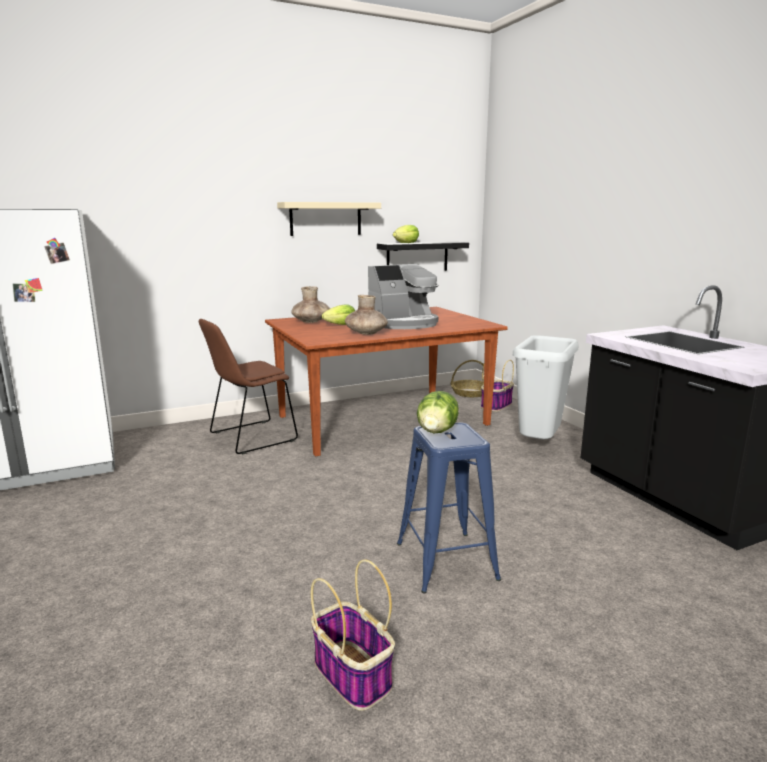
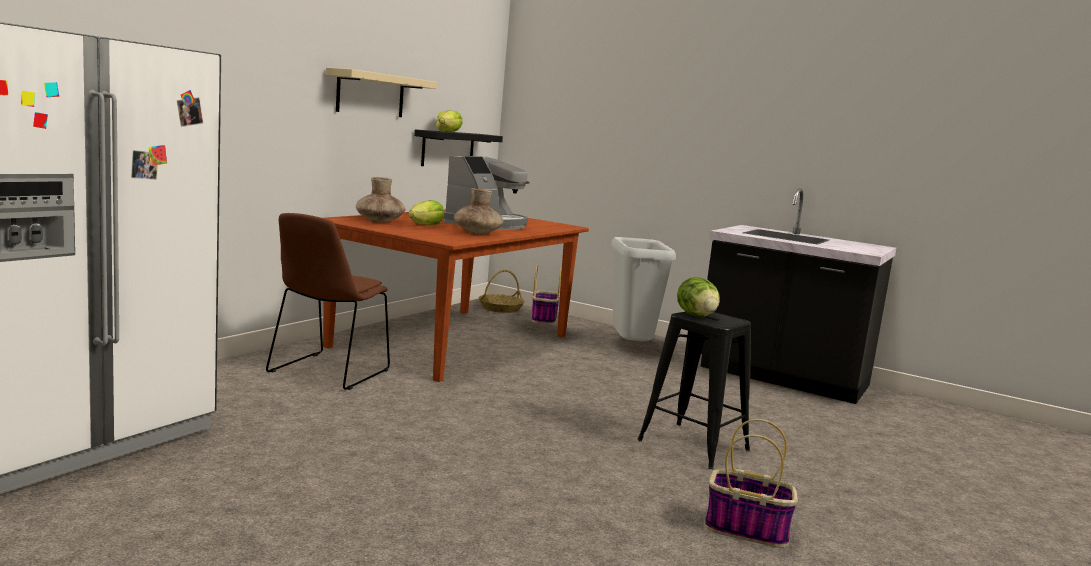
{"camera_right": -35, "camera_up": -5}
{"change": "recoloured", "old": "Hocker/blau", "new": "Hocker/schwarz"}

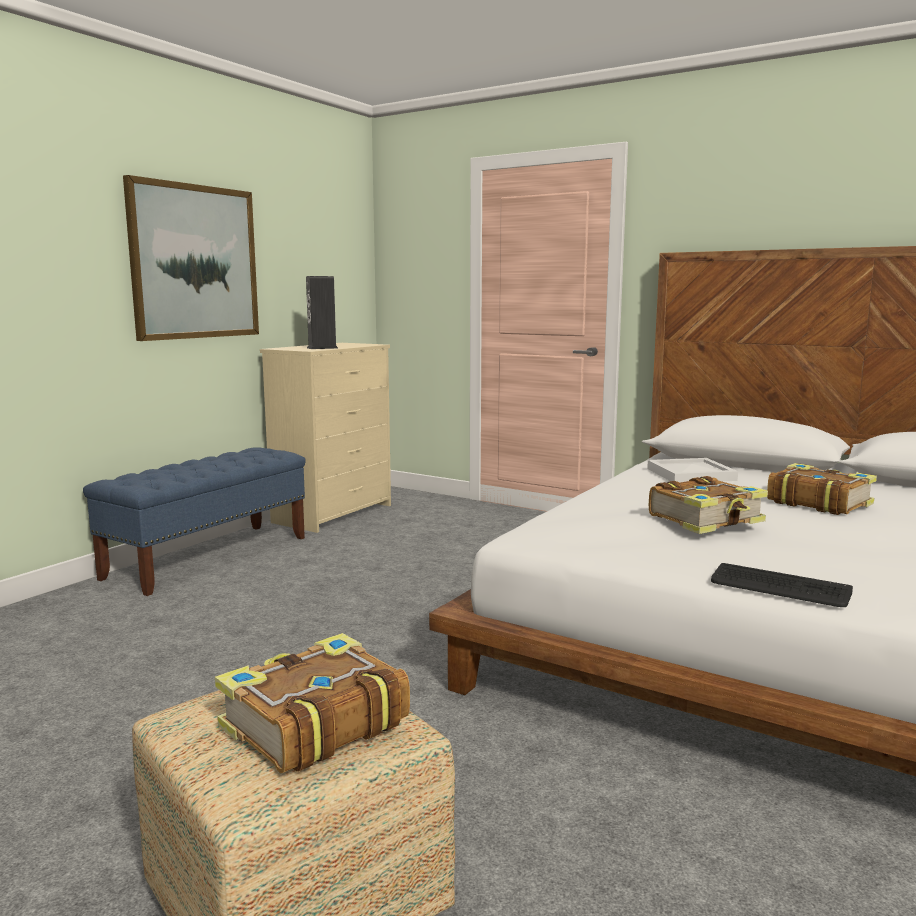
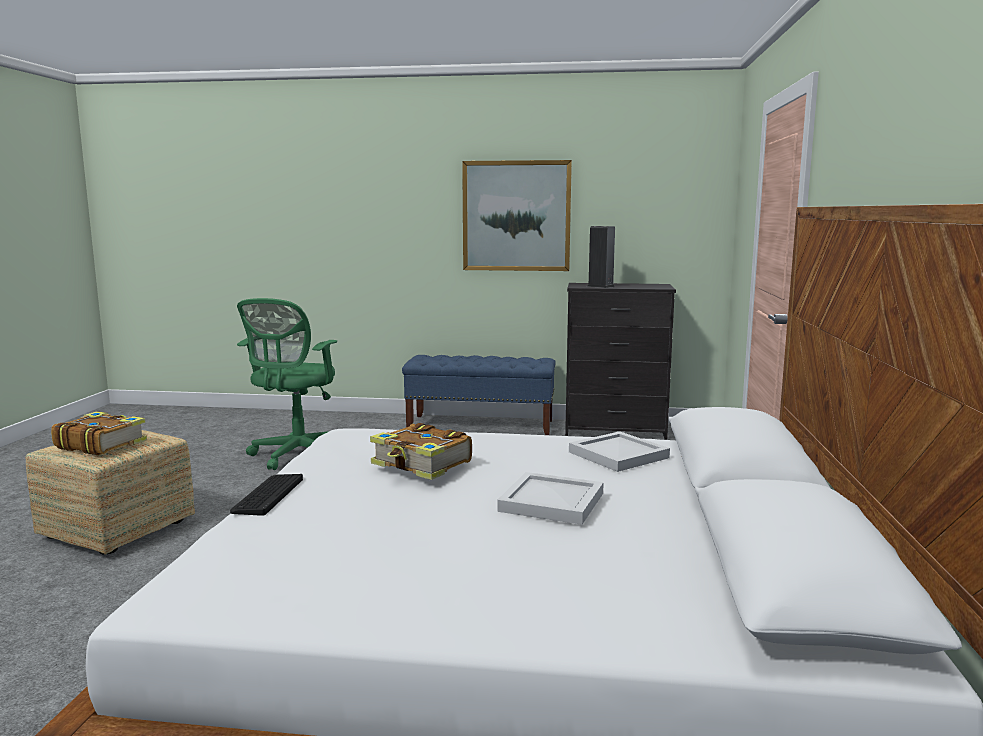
{"camera_right": 65, "camera_up": 0}
{"change": "recoloured", "old": "Kommode/beige", "new": "Kommode/schwarz"}
{"change": "replaced", "old": "Buch (3rd from left)", "new": "Tablett/weiß (1st from left)"}
{"change": "added", "new": "Bürostuhl/grün"}

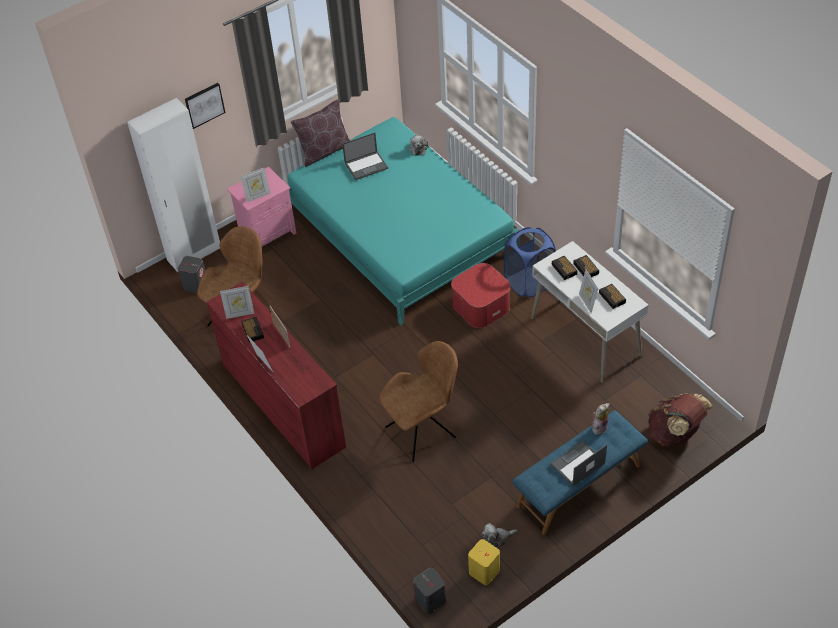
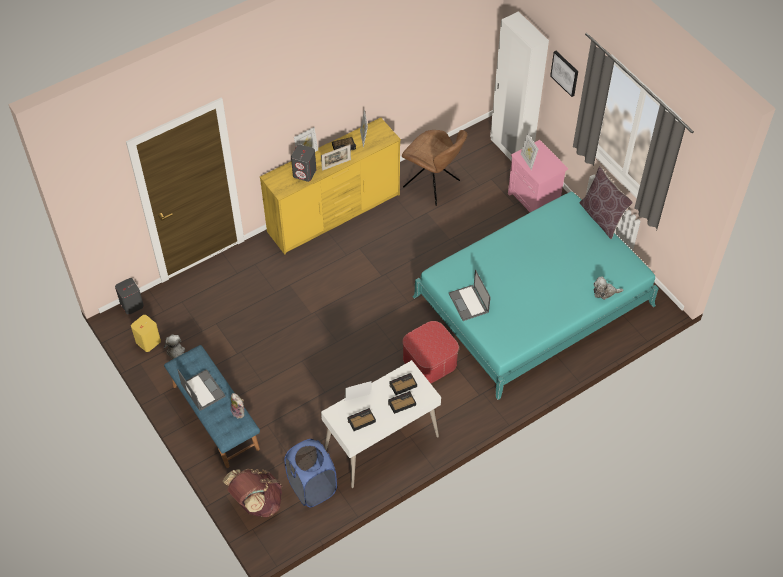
{"camera_right": 90, "camera_up": 5}
{"change": "moved", "old": "Lautsprecher/grau (1st from left in the first image)", "new": "Lautsprecher/grau (2nd from left)"}
{"change": "recoloured", "old": "Kommode/rot", "new": "Kommode/gelb"}
{"change": "moved", "old": "Laptop (1st from left in the first image)", "new": "Laptop (2nd from left)"}
{"change": "removed", "old": "Stuhl/braun (2nd from left)"}
{"change": "moved", "old": "Wäschekorb/blau"}

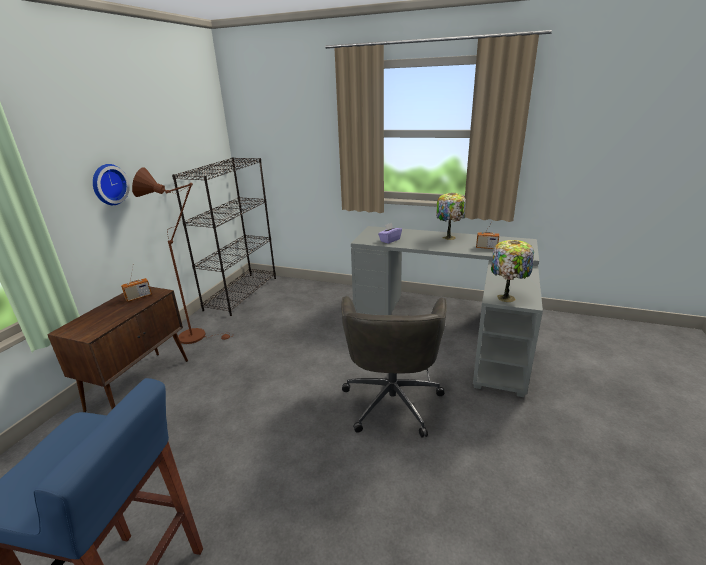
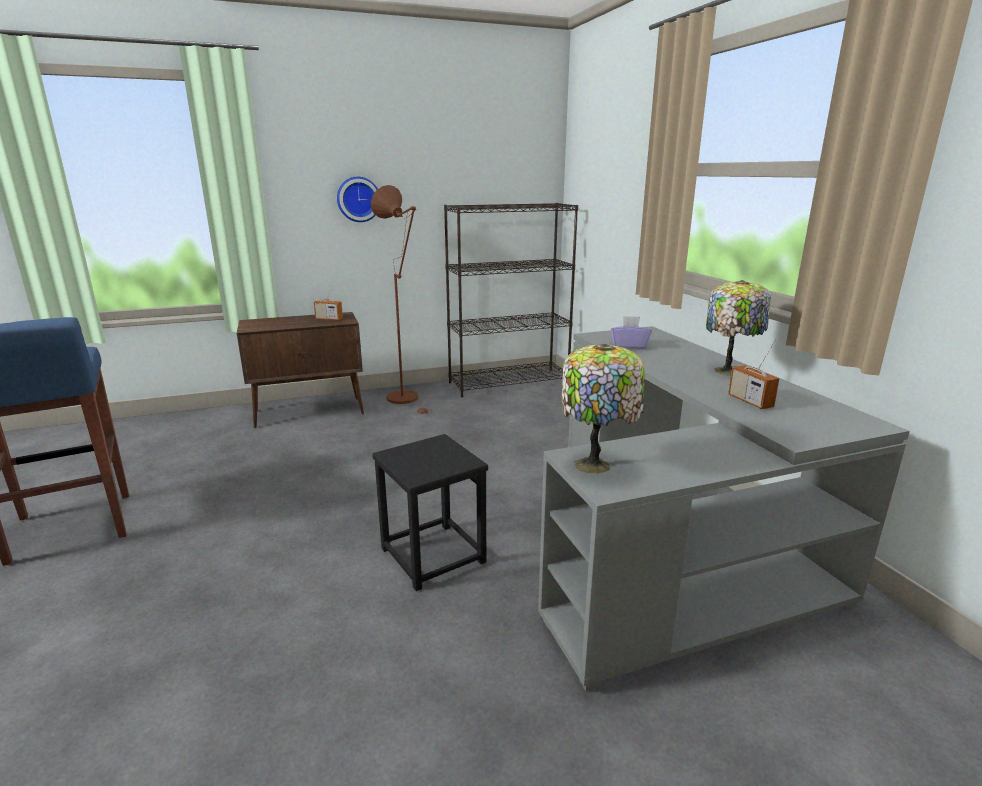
{"camera_right": 50, "camera_up": -5}
{"change": "replaced", "old": "Bürostuhl/grau", "new": "Hocker/schwarz"}

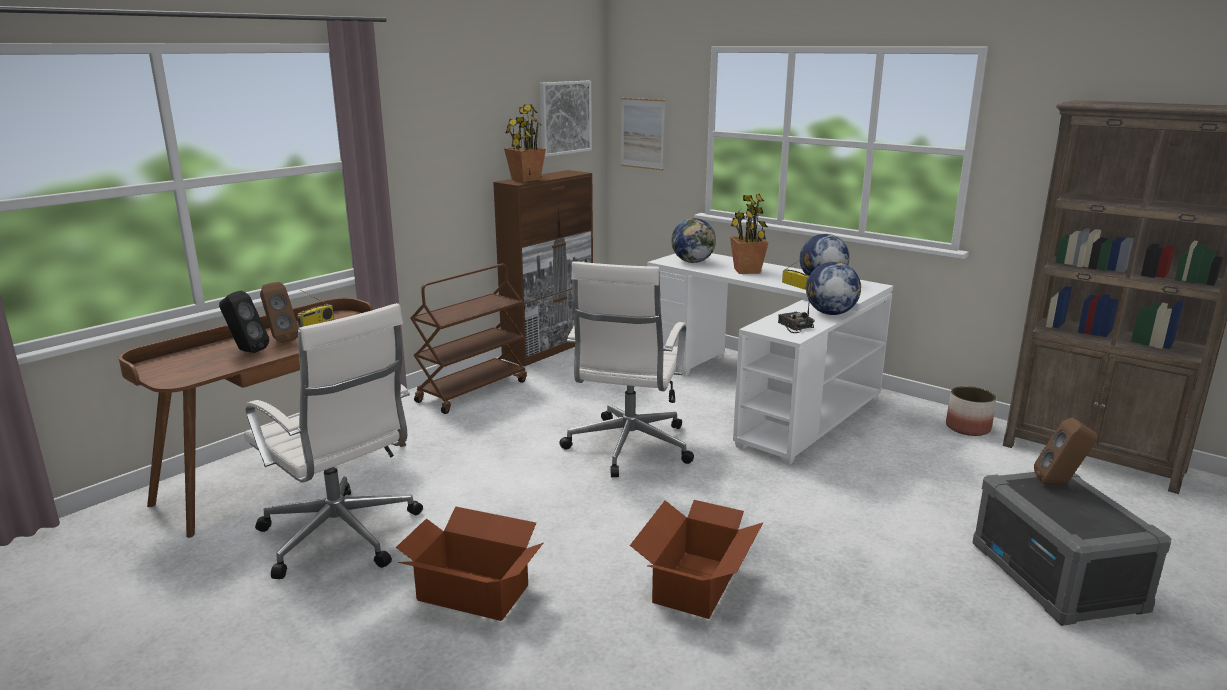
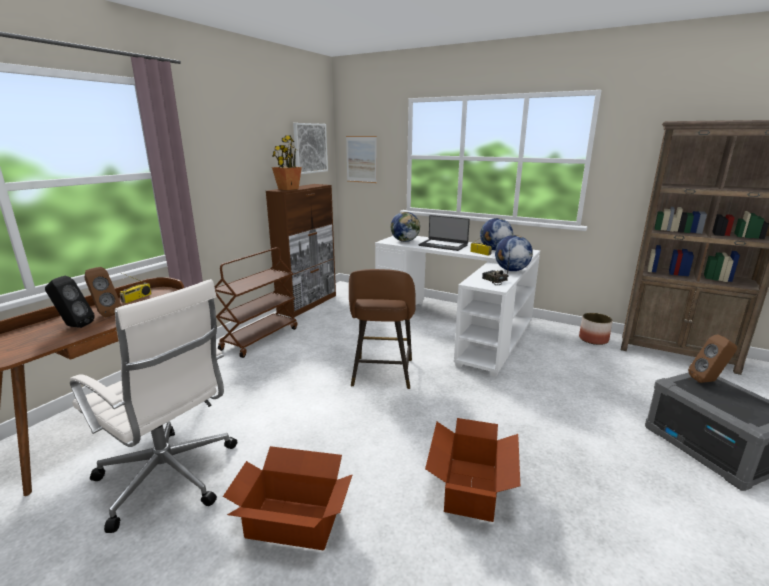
{"camera_right": -10, "camera_up": 0}
{"change": "replaced", "old": "Bürostuhl/weiß (2nd from left)", "new": "Hocker/braun"}
{"change": "replaced", "old": "Topfpflanze (2nd from left)", "new": "Laptop"}

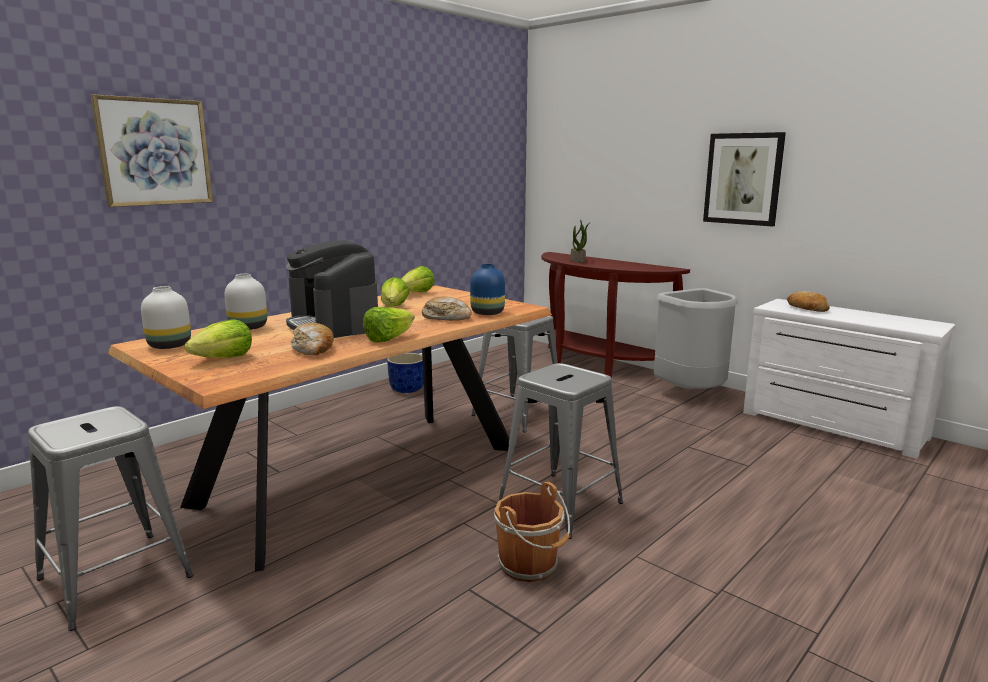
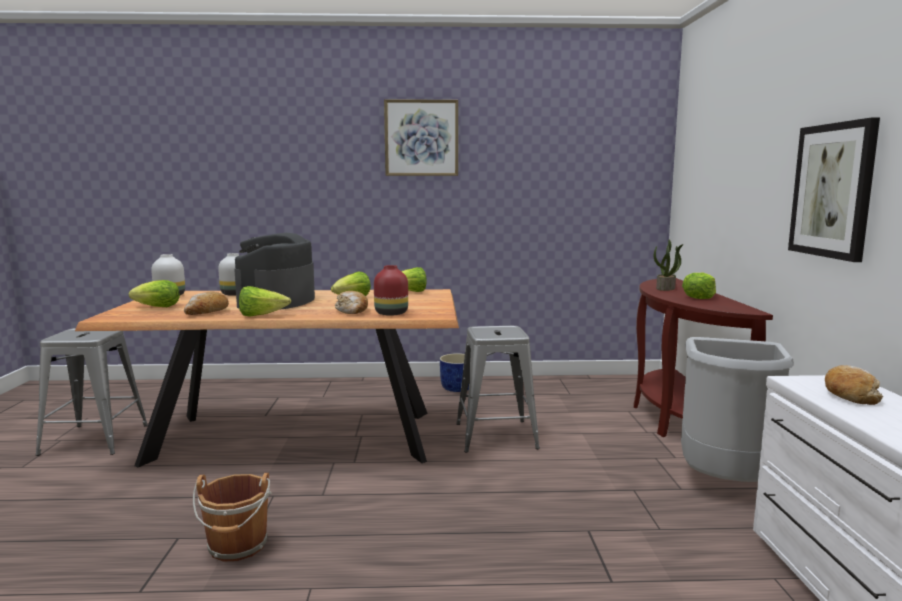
{"camera_right": 45, "camera_up": -5}
{"change": "moved", "old": "Bild (1st from left)"}
{"change": "recoloured", "old": "Vase/blau", "new": "Vase/rot"}
{"change": "removed", "old": "Hocker/grau (3rd from left)"}
{"change": "added", "new": "Salatkopf (5th from left)"}

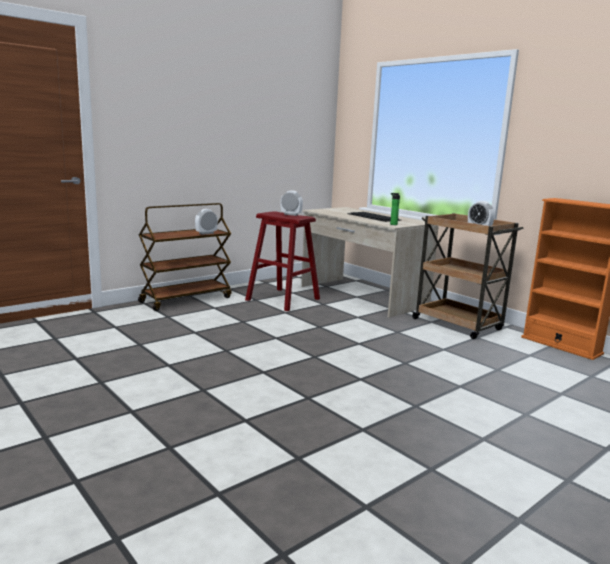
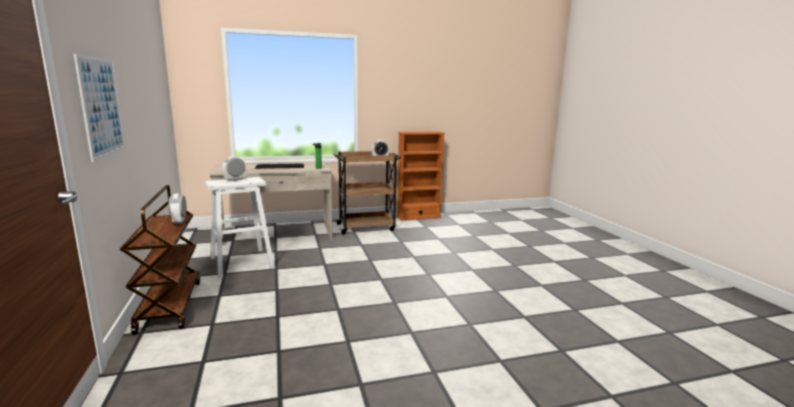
{"camera_right": -65, "camera_up": 0}
{"change": "recoloured", "old": "Hocker/rot", "new": "Hocker/weiß"}
{"change": "added", "new": "Bild"}

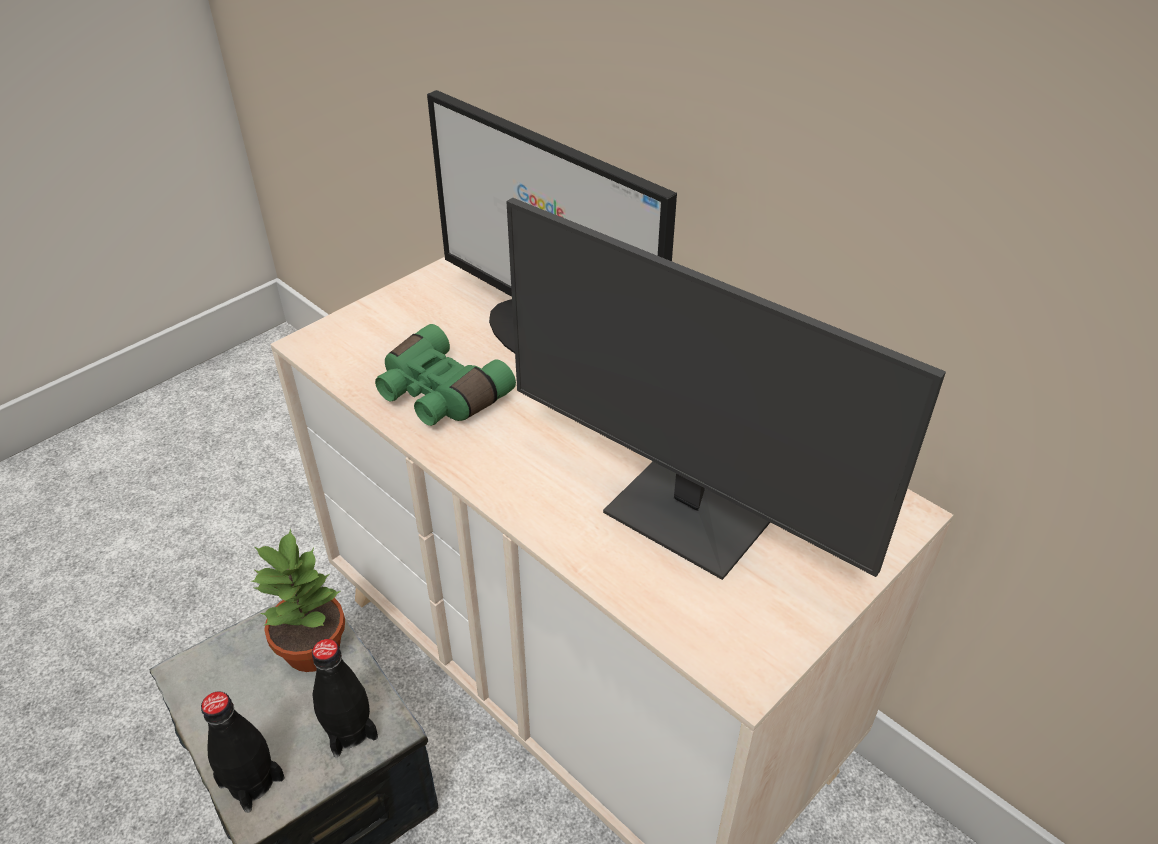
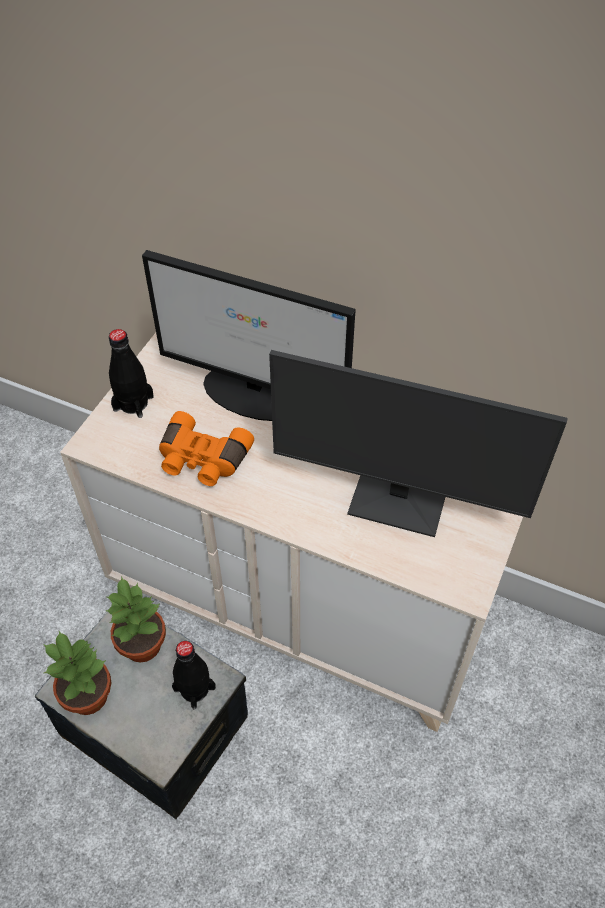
{"camera_right": -20, "camera_up": 10}
{"change": "moved", "old": "Flasche/schwarz (1st from left)"}
{"change": "recoloured", "old": "Fernglas/grün", "new": "Fernglas/orange"}
{"change": "added", "new": "Topfpflanze (1st from left)"}

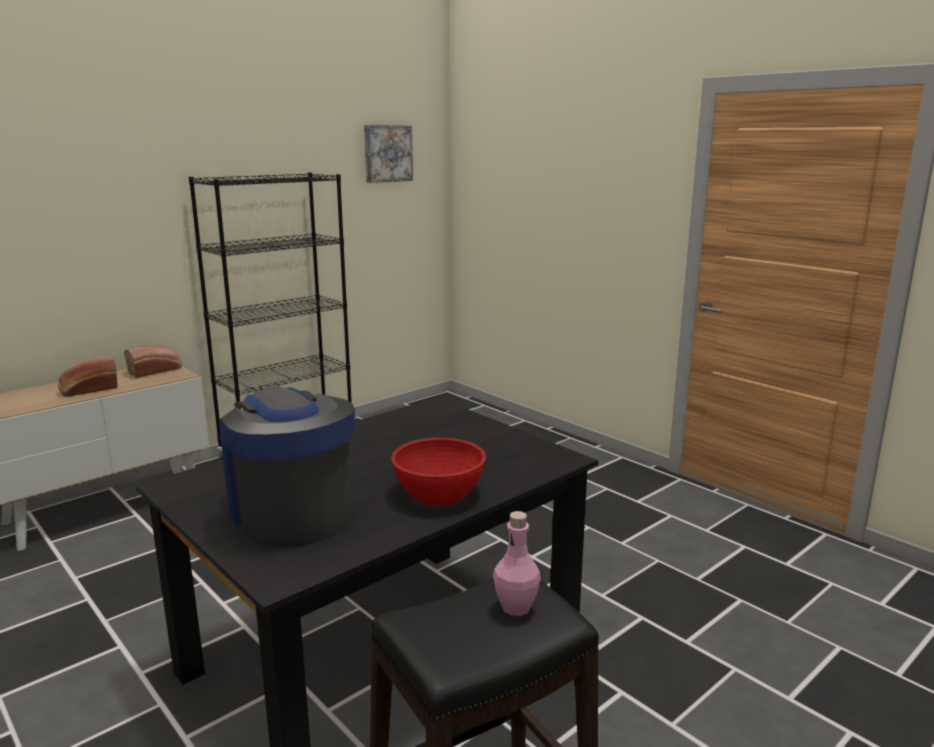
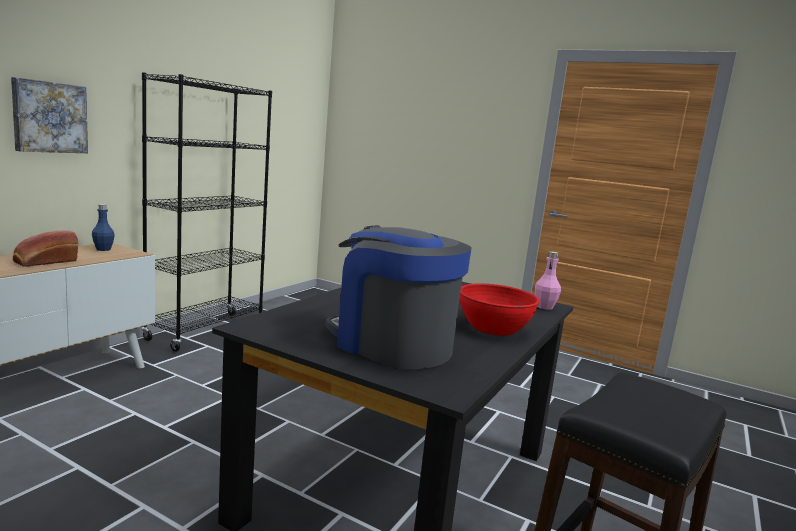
{"camera_right": -20, "camera_up": -5}
{"change": "replaced", "old": "Brot (2nd from left)", "new": "Flasche/blau"}
{"change": "moved", "old": "Bild"}
{"change": "moved", "old": "Flasche/rosa"}

